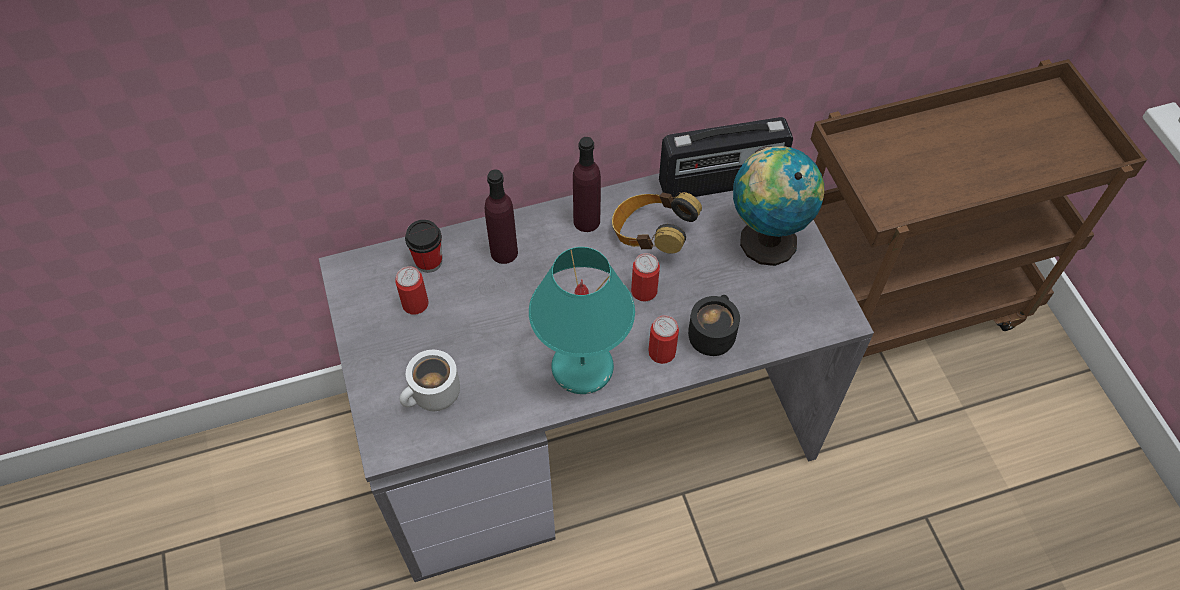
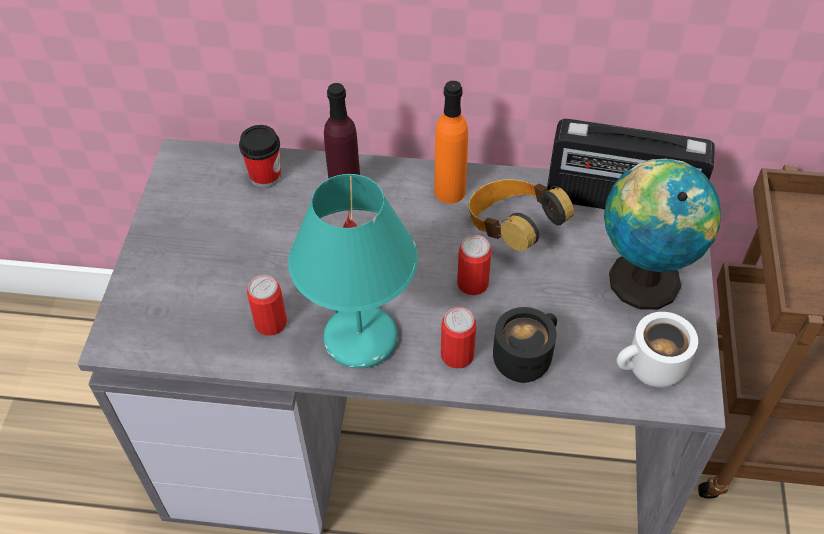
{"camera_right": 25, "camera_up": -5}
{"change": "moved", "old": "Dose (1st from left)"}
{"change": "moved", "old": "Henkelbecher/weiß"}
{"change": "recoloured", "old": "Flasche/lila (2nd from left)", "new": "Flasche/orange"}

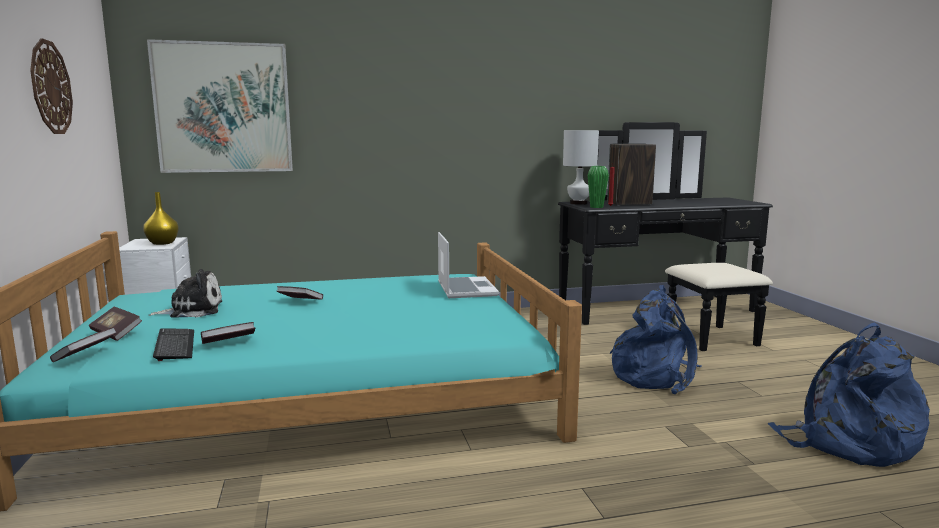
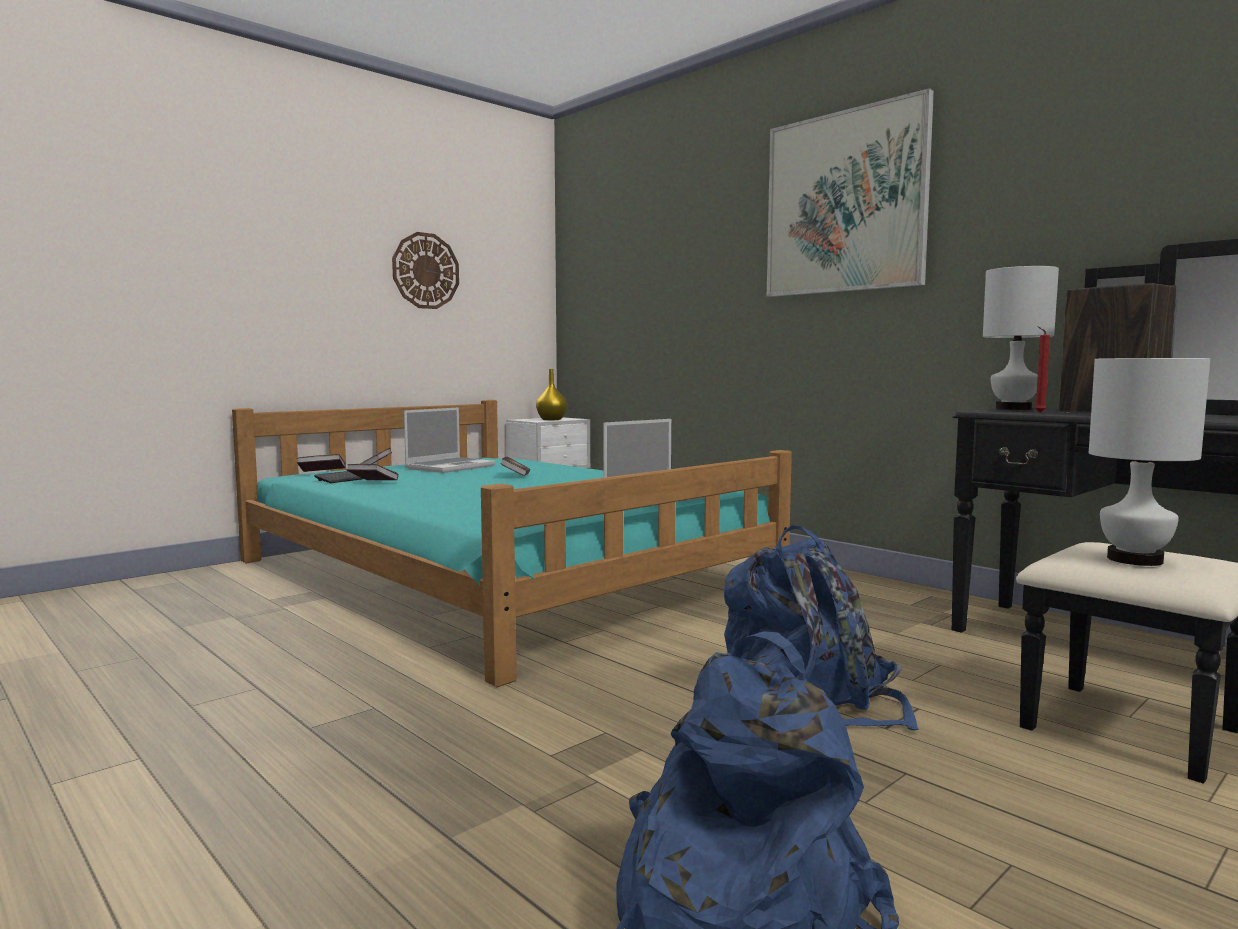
{"camera_right": 60, "camera_up": -5}
{"change": "moved", "old": "Bild"}
{"change": "replaced", "old": "Plüschtier", "new": "Laptop (1st from left)"}
{"change": "removed", "old": "Vase/grün"}
{"change": "added", "new": "Tischlampe/weiß (2nd from left)"}

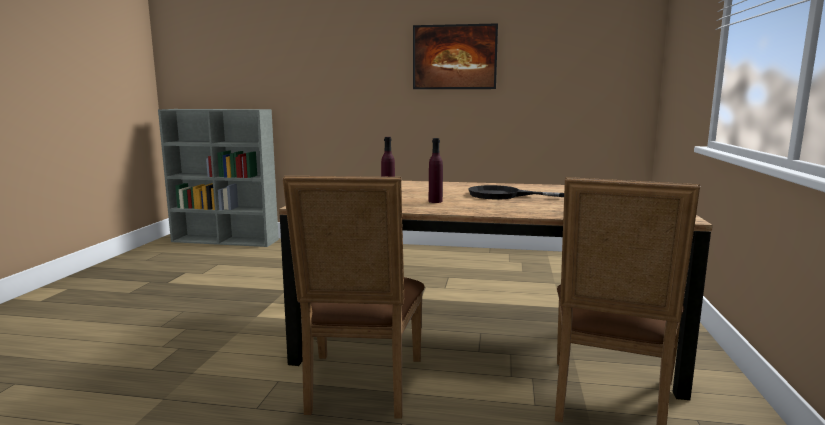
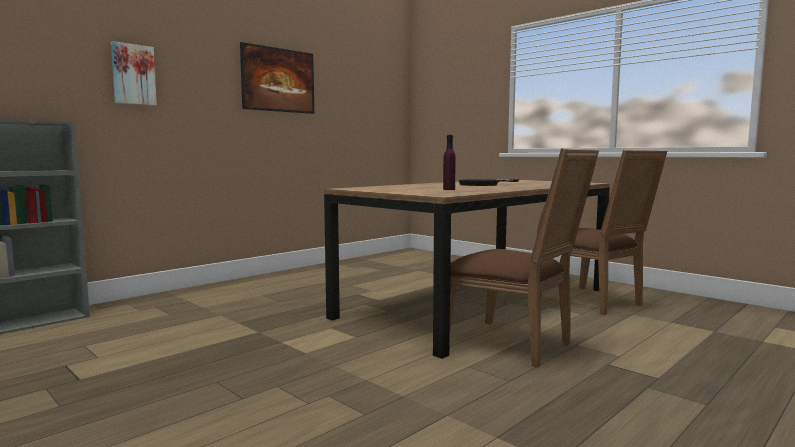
{"camera_right": -55, "camera_up": -5}
{"change": "removed", "old": "Flasche/lila (2nd from left)"}
{"change": "added", "new": "Bild (1st from left)"}

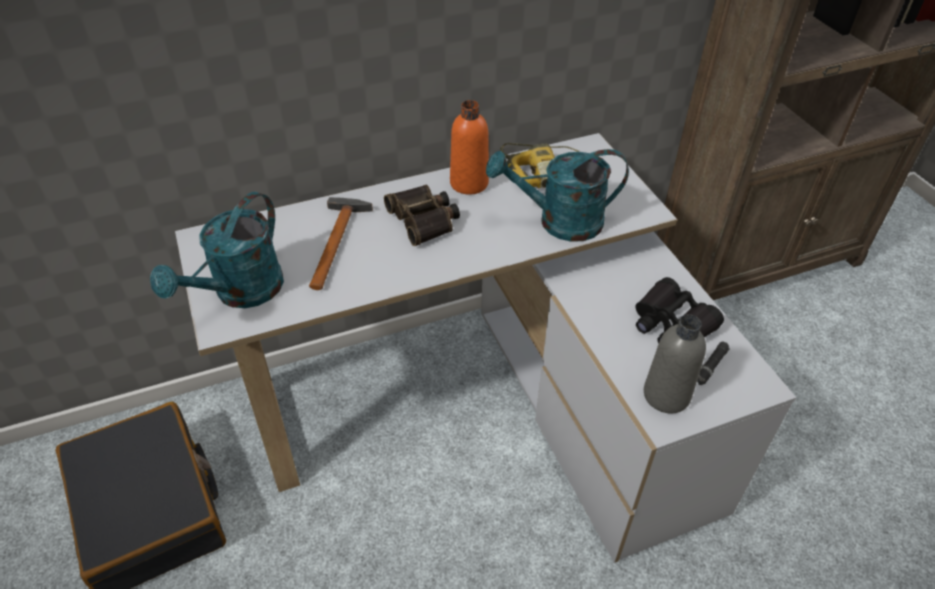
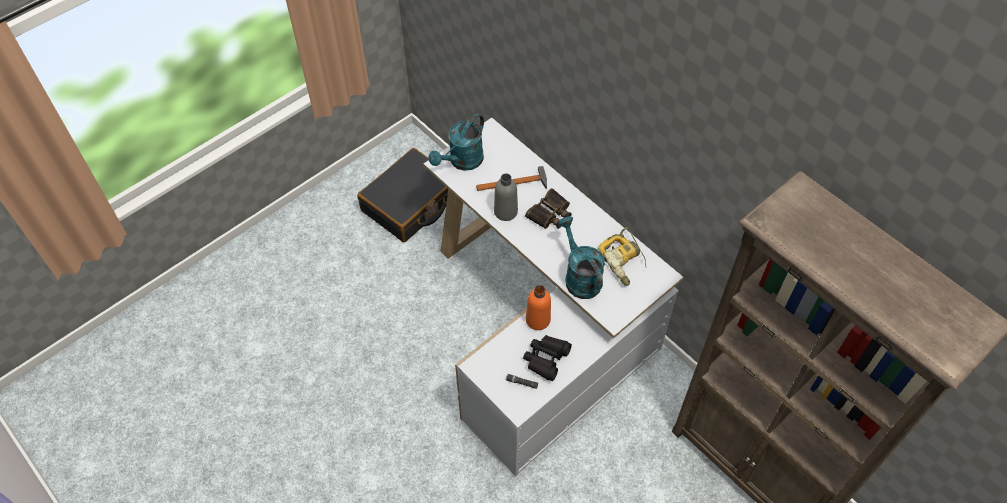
{"camera_right": 70, "camera_up": 10}
{"change": "turned", "old": "Gießkanne/türkis (1st from left)", "degrees": -60}
{"change": "moved", "old": "Flasche/orange"}
{"change": "moved", "old": "Flasche/grau"}

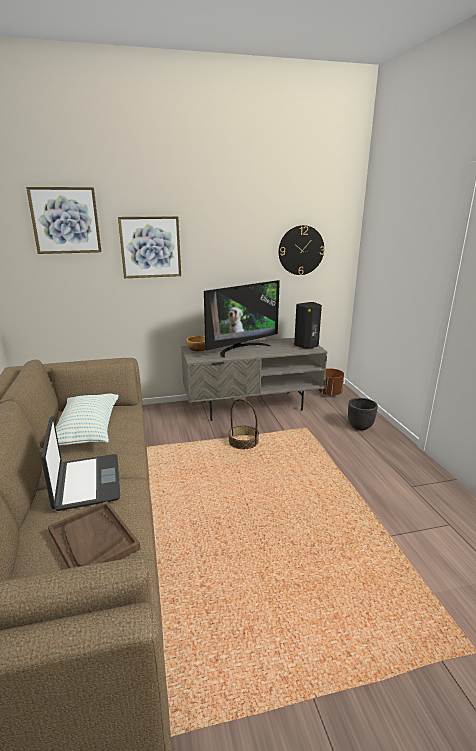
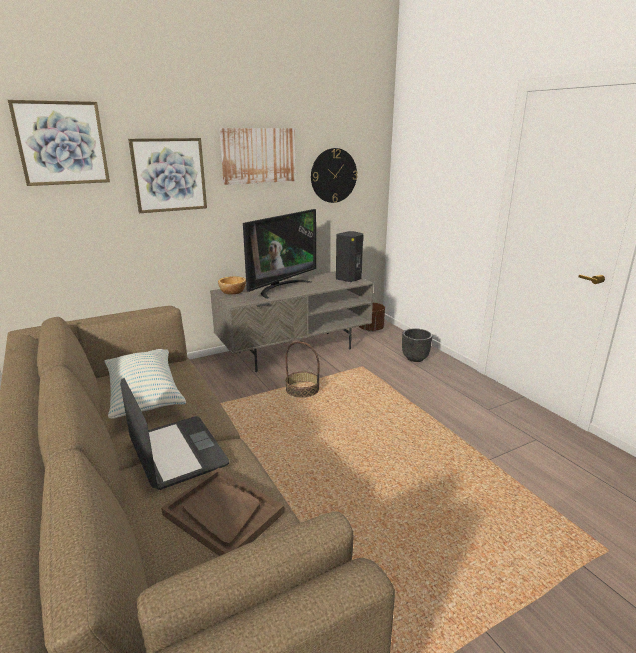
{"camera_right": -15, "camera_up": 0}
{"change": "added", "new": "Bild (3rd from left)"}

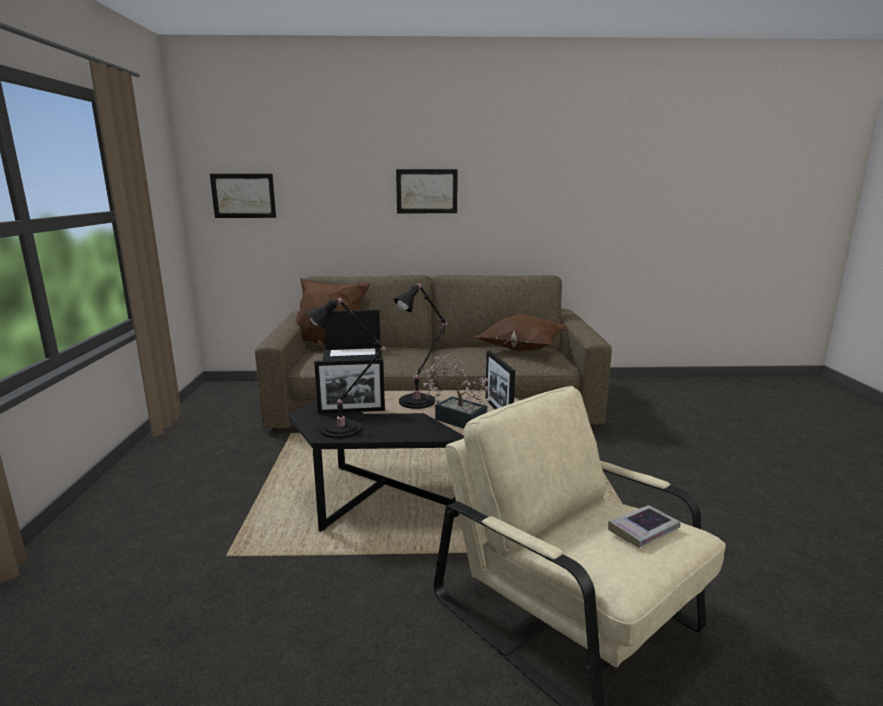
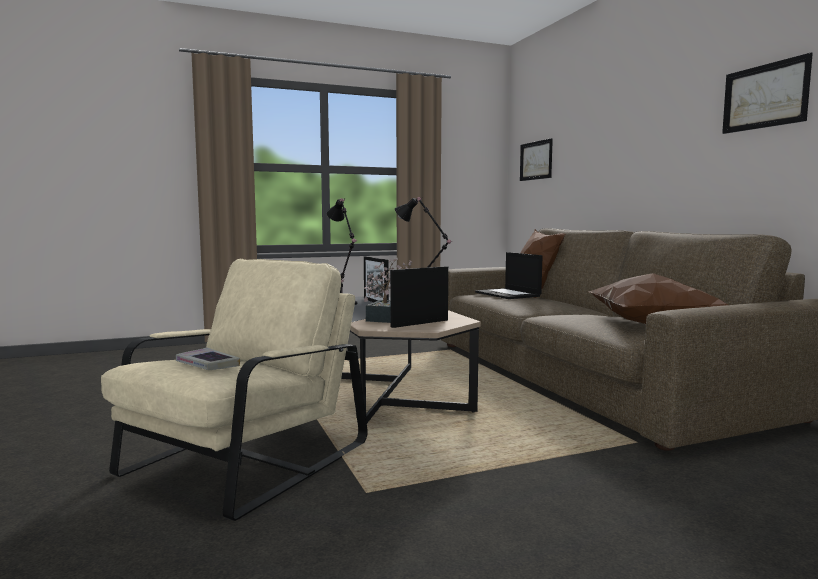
{"camera_right": 70, "camera_up": -10}
{"change": "moved", "old": "Bild (2nd from left)"}

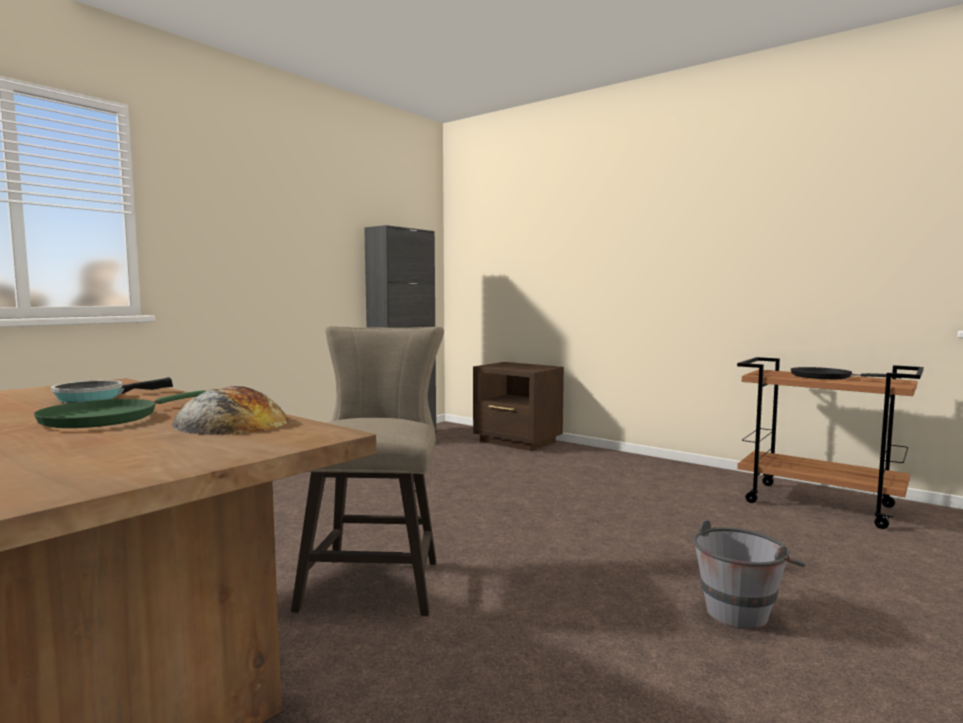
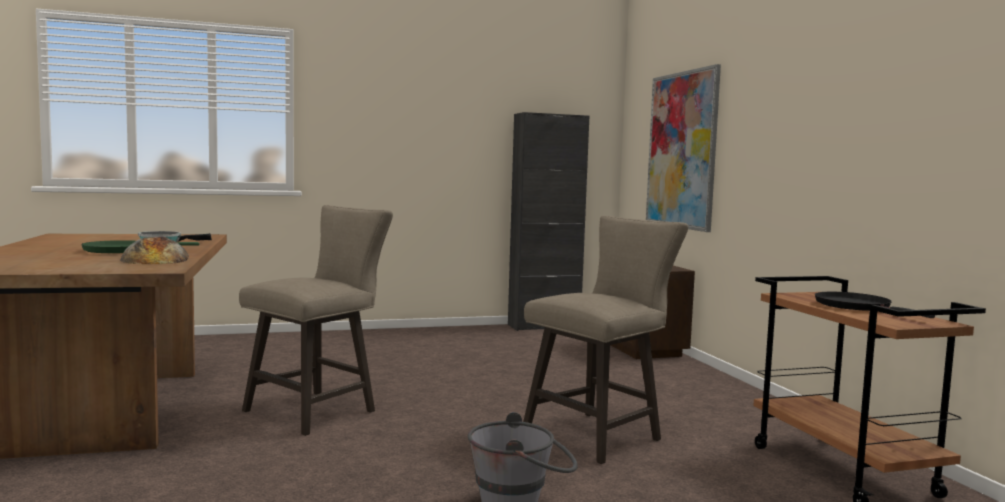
{"camera_right": 35, "camera_up": 0}
{"change": "added", "new": "Hocker/beige (2nd from left)"}
{"change": "added", "new": "Bild"}

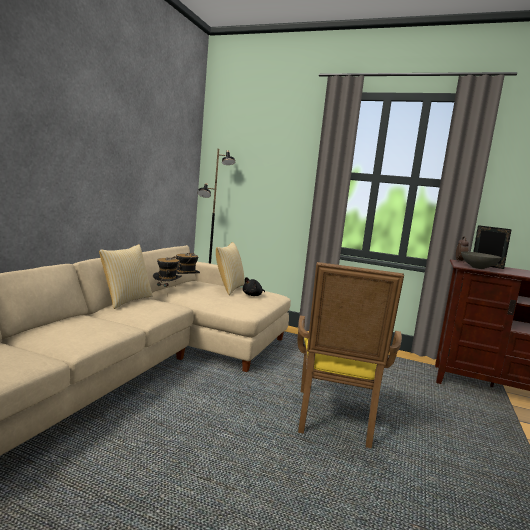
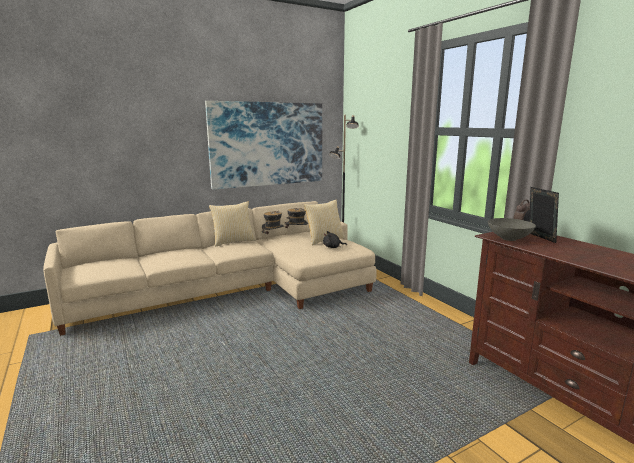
{"camera_right": 40, "camera_up": 5}
{"change": "removed", "old": "Sessel/gelb"}
{"change": "added", "new": "Bild"}

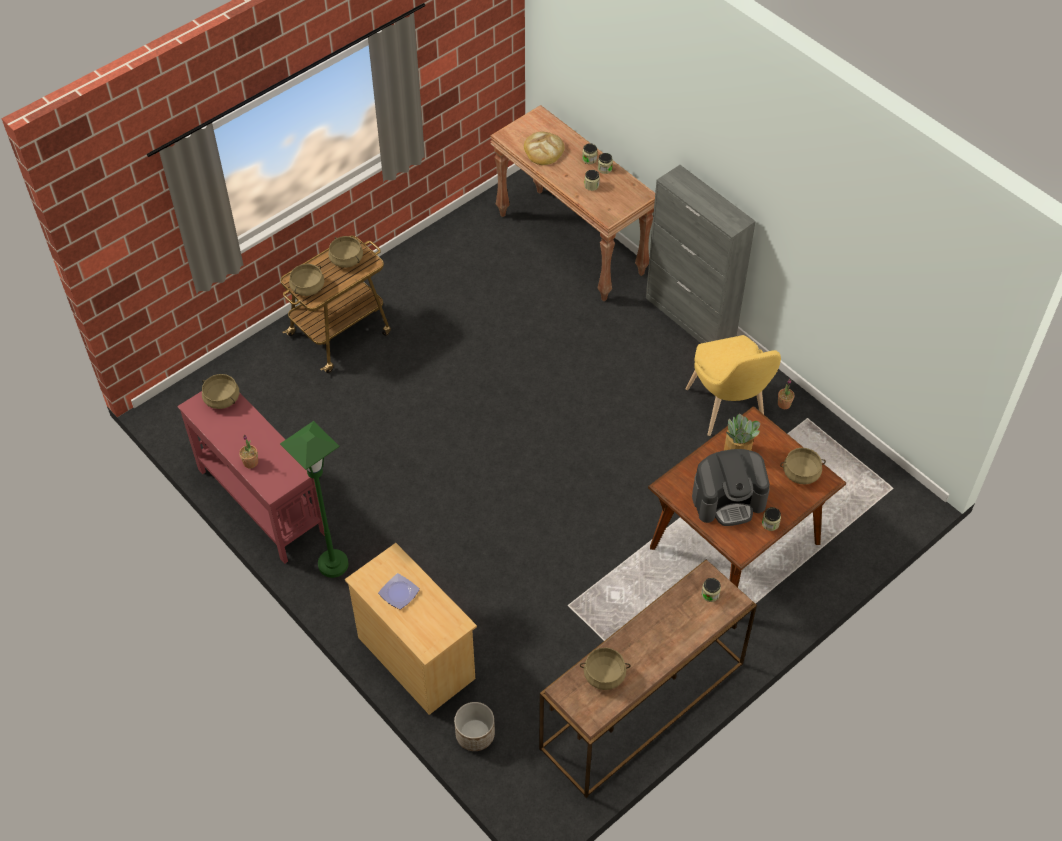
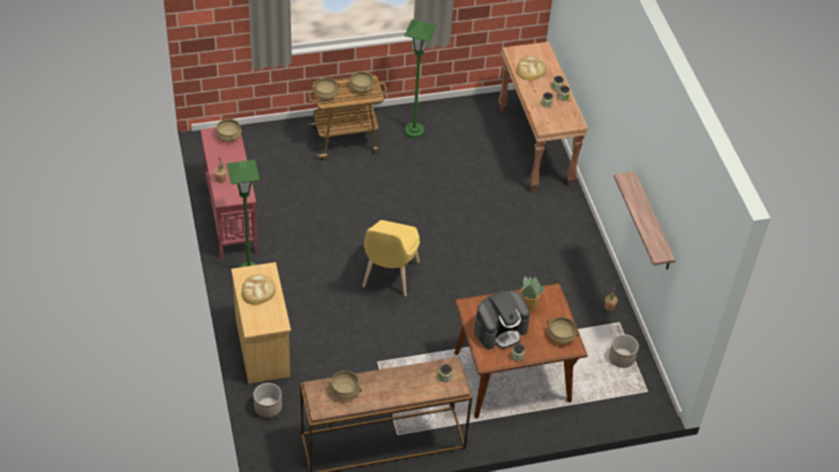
{"camera_right": 25, "camera_up": -5}
{"change": "replaced", "old": "Teller", "new": "Brot (1st from left)"}
{"change": "removed", "old": "Schrank/grau"}
{"change": "moved", "old": "Stuhl/gelb"}
{"change": "turned", "old": "Kaffeemaschine", "degrees": -45}
{"change": "added", "new": "Stehlampe/grün (2nd from left)"}
{"change": "added", "new": "Pflanzkübel (2nd from left)"}
{"change": "added", "new": "Wandregal"}

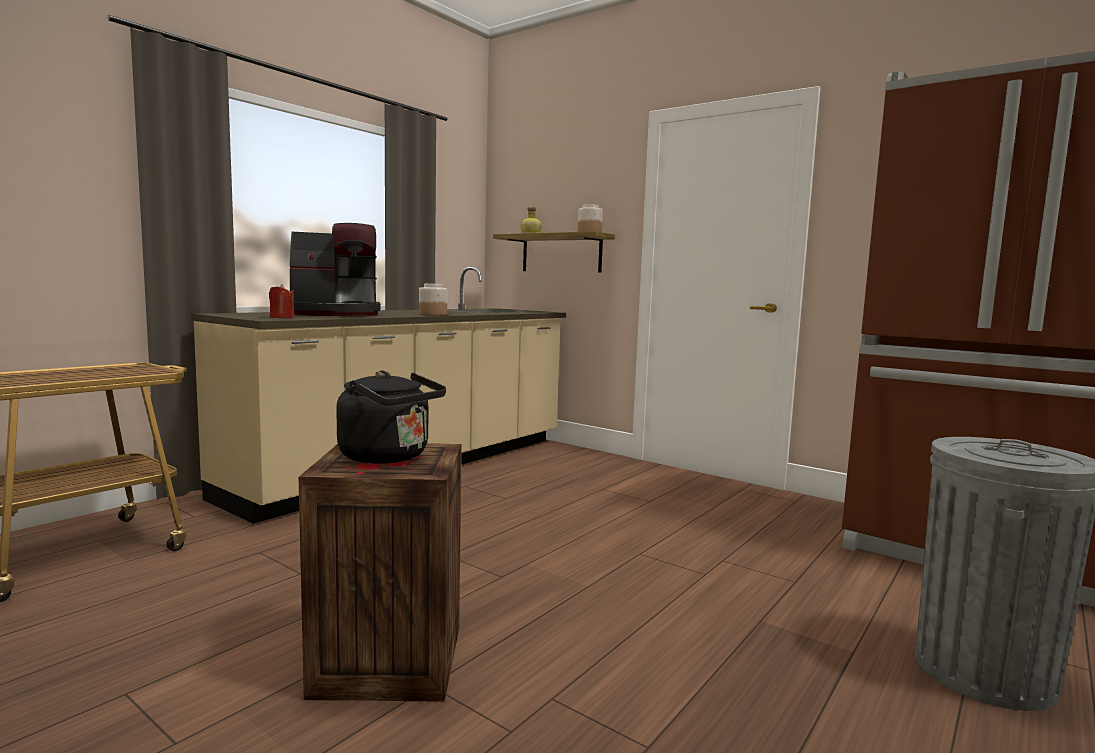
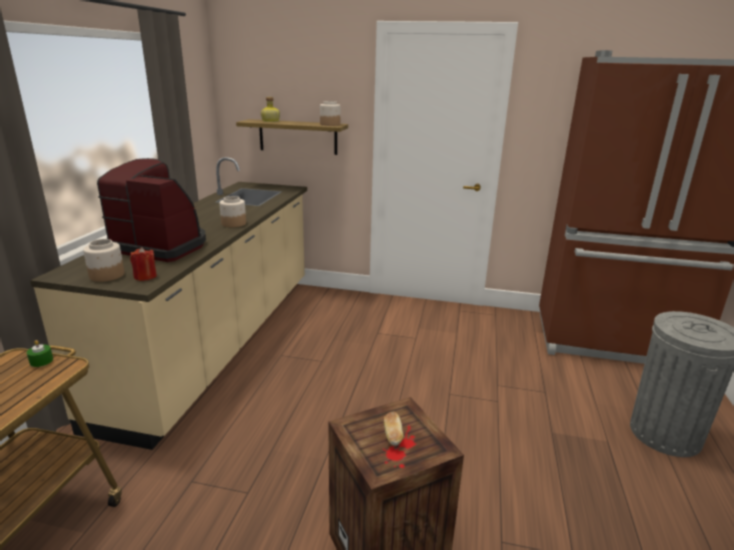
{"camera_right": -25, "camera_up": 15}
{"change": "turned", "old": "Kaffeemaschine", "degrees": -120}
{"change": "replaced", "old": "Wasserkessel/schwarz", "new": "Brot"}
{"change": "added", "new": "Kerze/grün"}
{"change": "added", "new": "Vorratsglas (1st from left)"}

